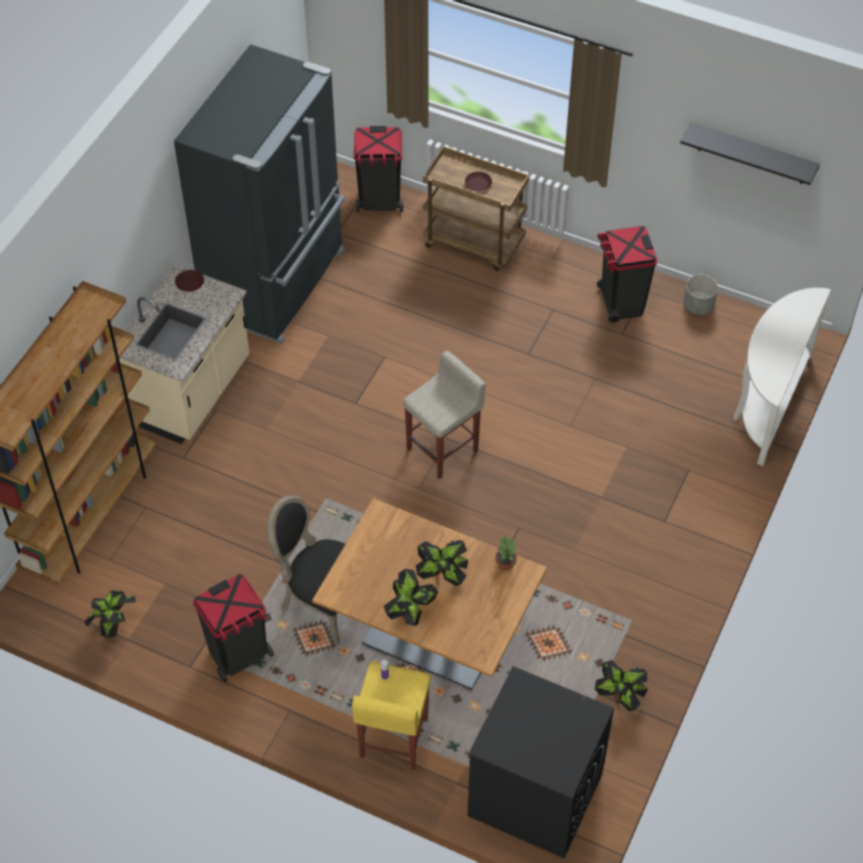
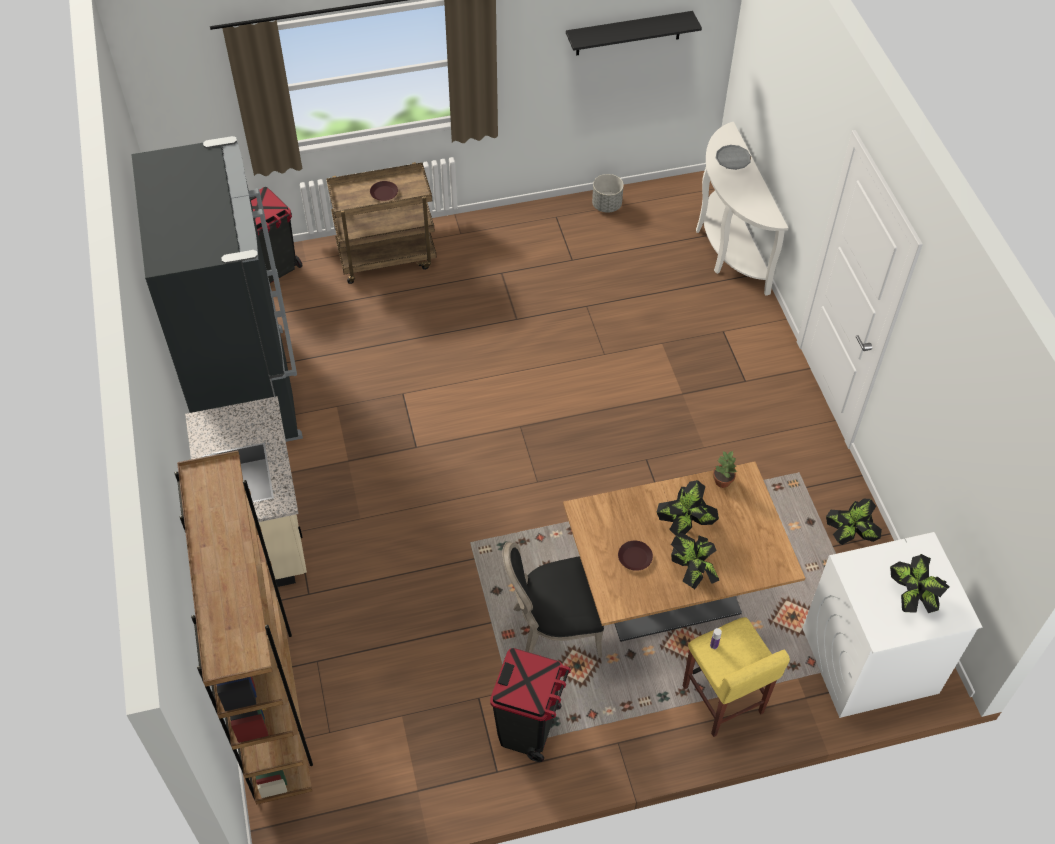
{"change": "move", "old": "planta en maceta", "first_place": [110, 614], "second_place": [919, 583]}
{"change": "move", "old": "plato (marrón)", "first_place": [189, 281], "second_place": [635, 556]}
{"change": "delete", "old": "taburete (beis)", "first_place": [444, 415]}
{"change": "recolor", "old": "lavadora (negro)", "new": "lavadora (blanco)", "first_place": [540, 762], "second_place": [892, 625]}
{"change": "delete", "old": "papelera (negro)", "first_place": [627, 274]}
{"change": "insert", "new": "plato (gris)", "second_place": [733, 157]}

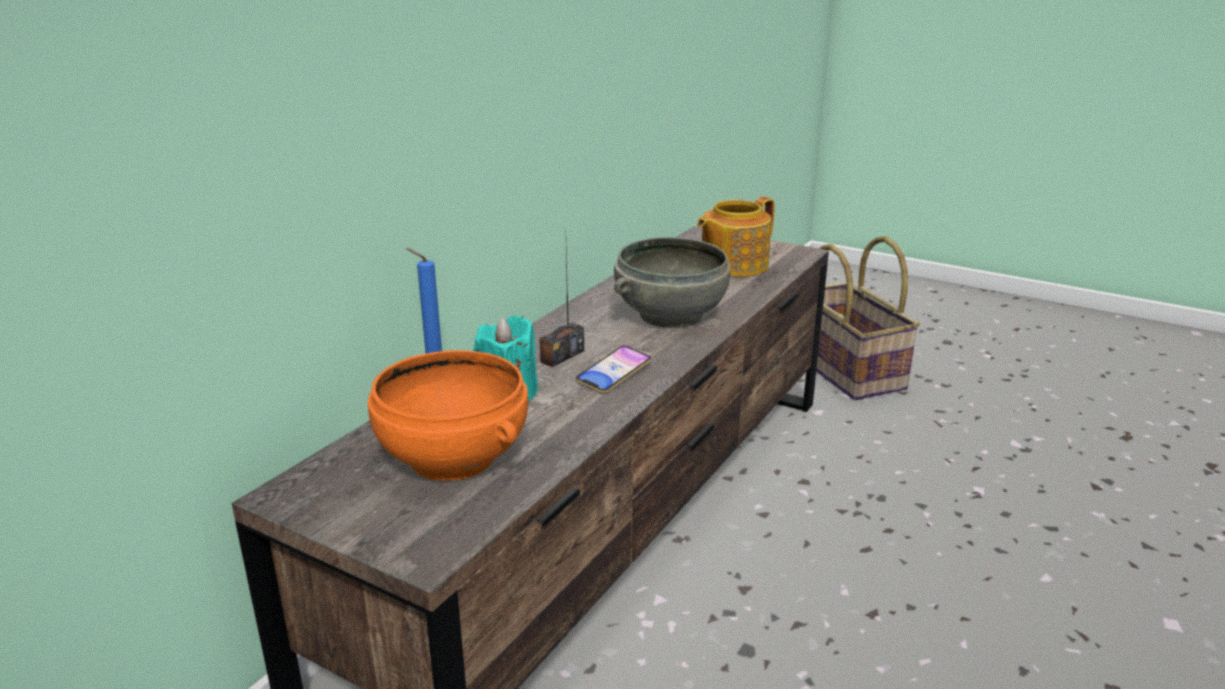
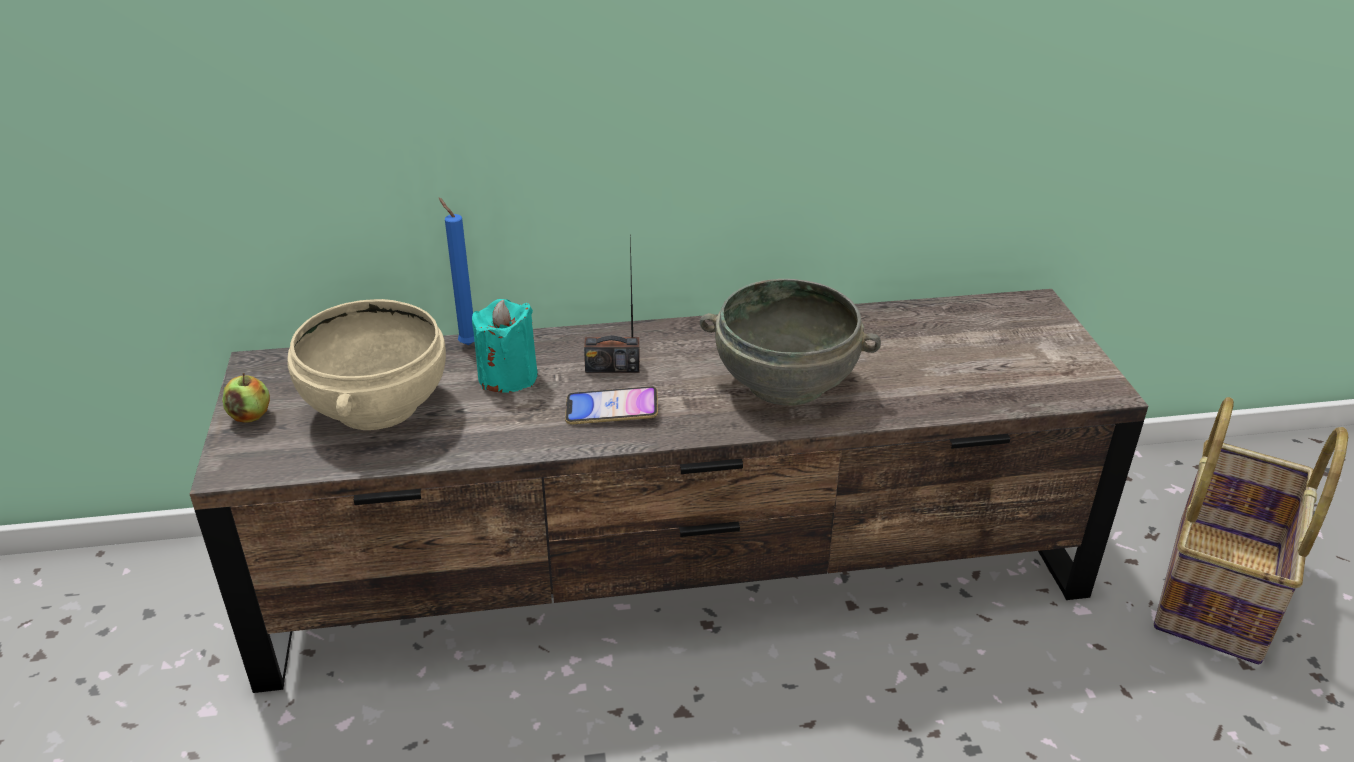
{"change": "recolor", "old": "cuenco (naranja)", "new": "cuenco (beis)", "first_place": [448, 415], "second_place": [366, 364]}
{"change": "delete", "old": "tetera", "first_place": [736, 237]}
{"change": "insert", "new": "manzana", "second_place": [246, 398]}

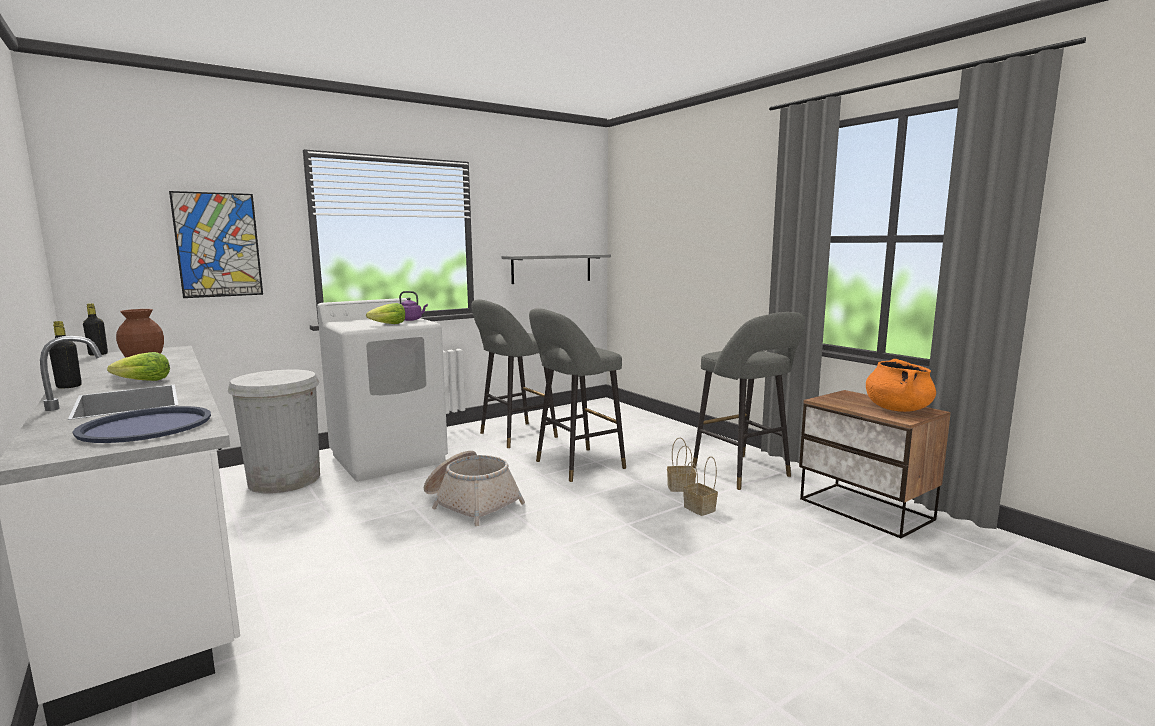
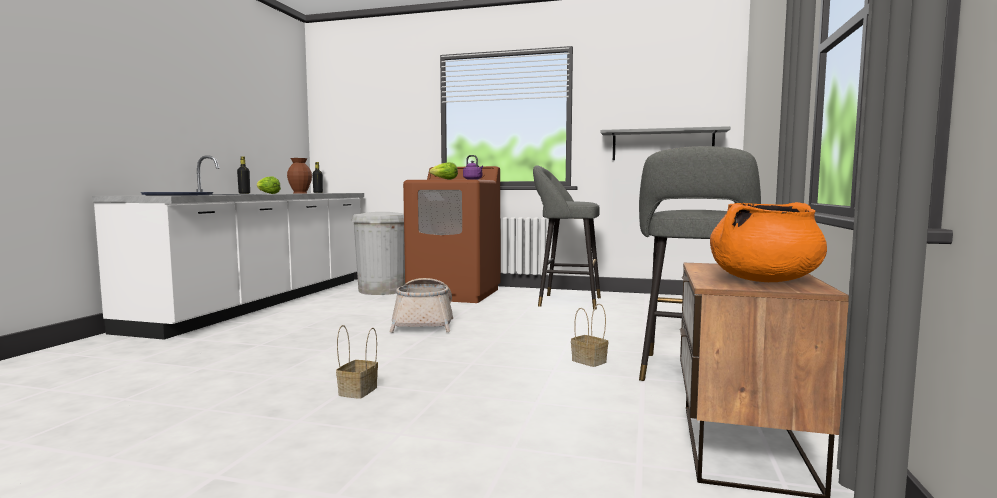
{"change": "delete", "old": "cuadro", "first_place": [216, 244]}
{"change": "recolor", "old": "lavadora (blanco)", "new": "lavadora (marrón)", "first_place": [382, 390], "second_place": [452, 234]}
{"change": "delete", "old": "taburete (gris)", "first_place": [577, 395]}
{"change": "move", "old": "cesta", "first_place": [700, 486], "second_place": [357, 362]}

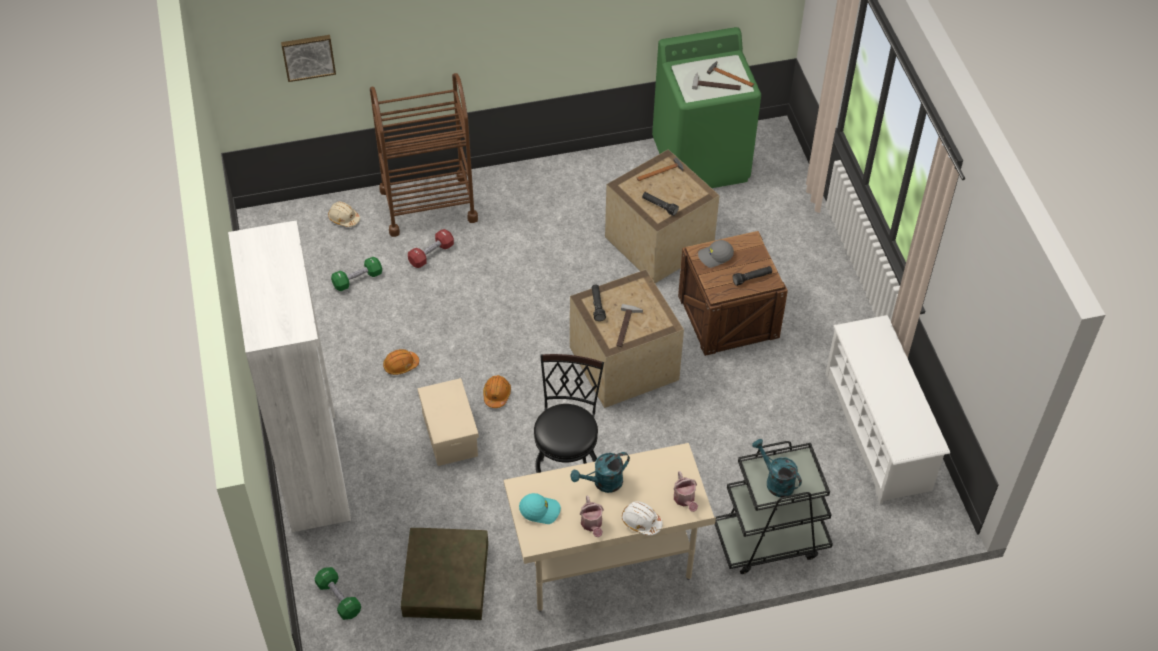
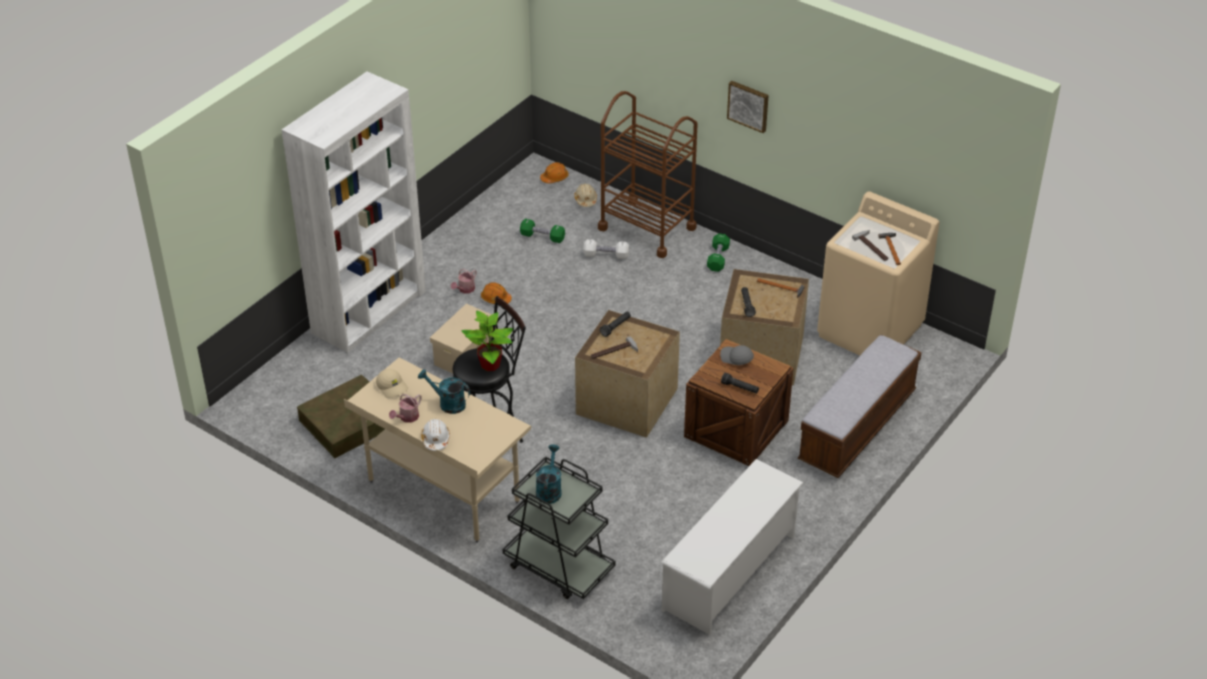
{"change": "move", "old": "cuadro", "first_place": [308, 58], "second_place": [748, 107]}
{"change": "move", "old": "mancuerna (verde)", "first_place": [337, 593], "second_place": [718, 252]}
{"change": "recolor", "old": "mancuerna (rojo)", "new": "mancuerna (blanco)", "first_place": [431, 248], "second_place": [606, 249]}
{"change": "move", "old": "casco (naranja)", "first_place": [497, 391], "second_place": [554, 172]}
{"change": "recolor", "old": "gorra (turquesa)", "new": "gorra (beis)", "first_place": [540, 508], "second_place": [392, 383]}
{"change": "recolor", "old": "lavadora (verde)", "new": "lavadora (beis)", "first_place": [706, 107], "second_place": [878, 273]}
{"change": "move", "old": "regadera", "first_place": [685, 491], "second_place": [464, 281]}
{"change": "insert", "new": "planta en maceta", "second_place": [487, 341]}
{"change": "insert", "new": "banco", "second_place": [860, 406]}

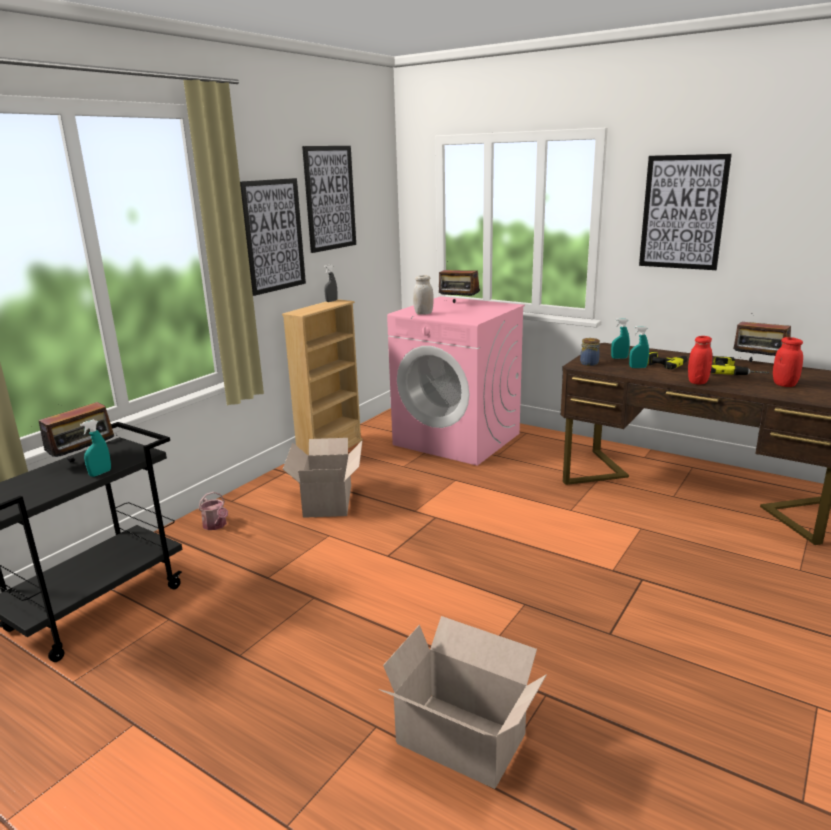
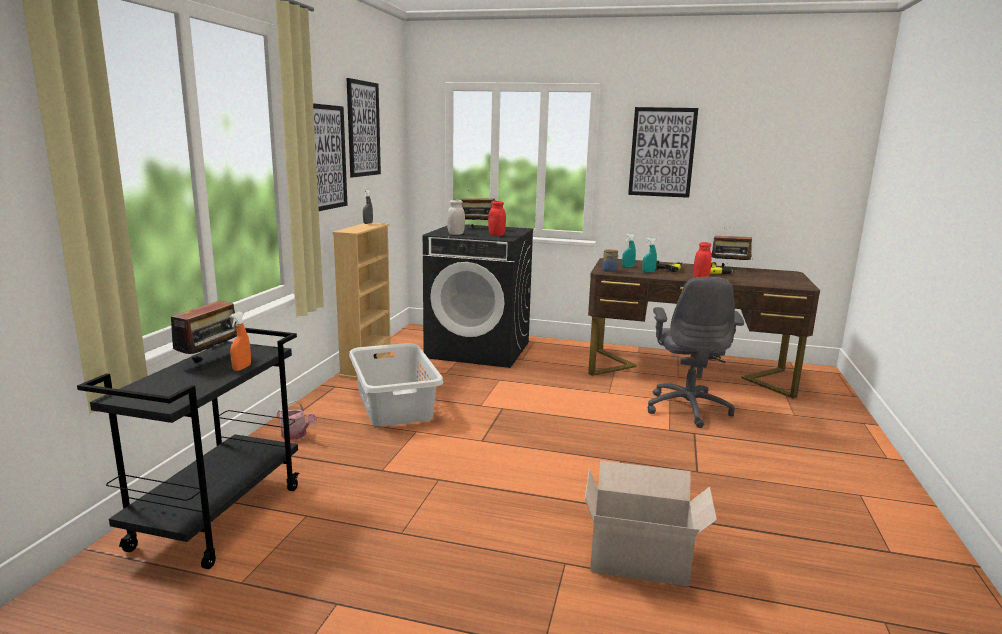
{"change": "recolor", "old": "pulverizador (turquesa)", "new": "pulverizador (naranja)", "first_place": [95, 448], "second_place": [240, 341]}
{"change": "replace", "old": "caja de cartón", "new": "cesto de la ropa (gris)", "first_place": [323, 478], "second_place": [396, 385]}
{"change": "recolor", "old": "lavadora (rosa)", "new": "lavadora (negro)", "first_place": [456, 381], "second_place": [478, 296]}
{"change": "move", "old": "tarro (rojo)", "first_place": [788, 362], "second_place": [497, 218]}
{"change": "insert", "new": "silla de oficina (gris)", "second_place": [695, 352]}

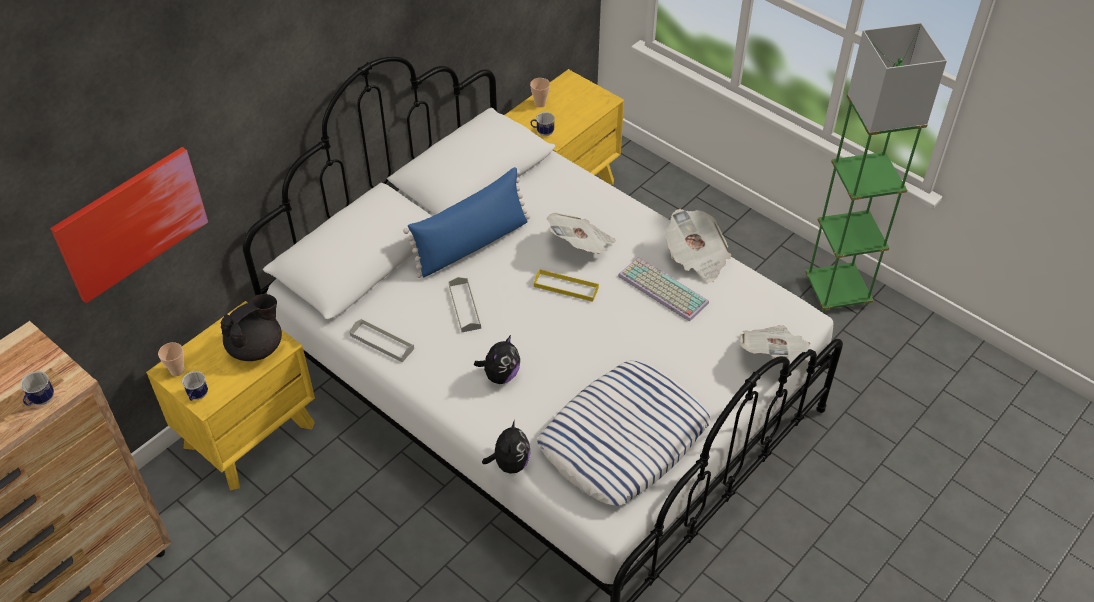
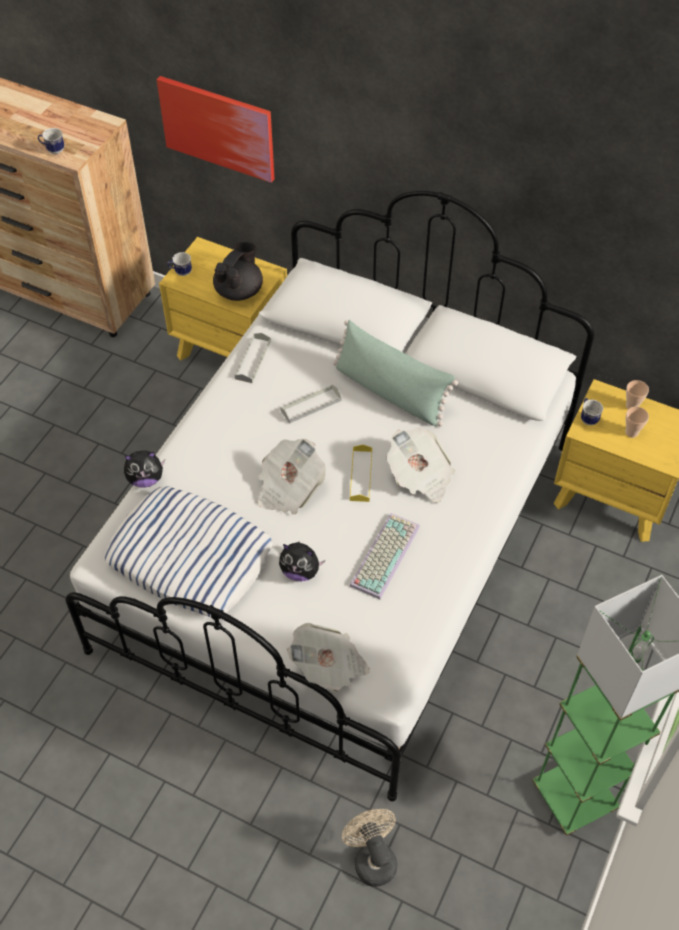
{"change": "move", "old": "taza", "first_place": [171, 359], "second_place": [637, 422]}
{"change": "rotate", "old": "tetera (negro)", "first_place": [251, 327], "second_place": [238, 271], "degrees": -90}
{"change": "recolor", "old": "cojín (azul)", "new": "cojín (verde)", "first_place": [466, 222], "second_place": [395, 373]}
{"change": "move", "old": "peluche", "first_place": [497, 359], "second_place": [302, 561]}
{"change": "move", "old": "periódico", "first_place": [697, 245], "second_place": [291, 476]}
{"change": "insert", "new": "ventilador (beis)", "second_place": [369, 848]}

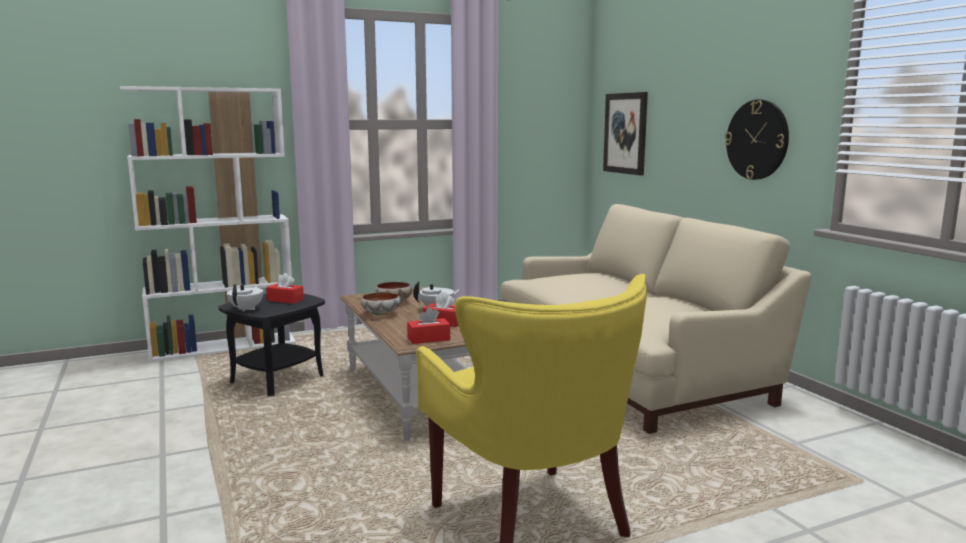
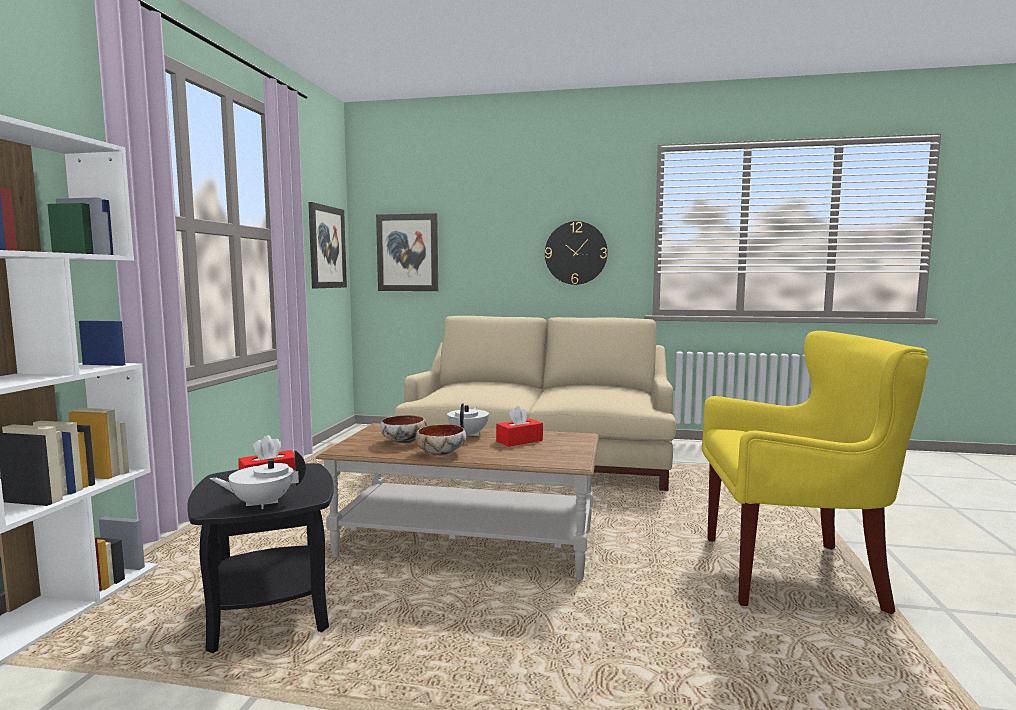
{"change": "rotate", "old": "tetera (blanco)", "first_place": [245, 298], "second_place": [258, 479], "degrees": -60}
{"change": "delete", "old": "caja de pañuelos (rojo)", "first_place": [428, 325]}
{"change": "insert", "new": "cuadro", "second_place": [327, 245]}

